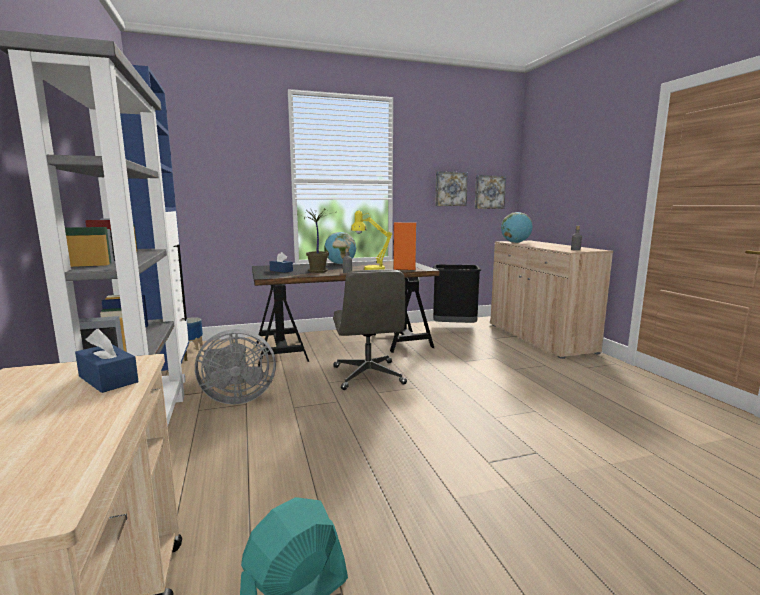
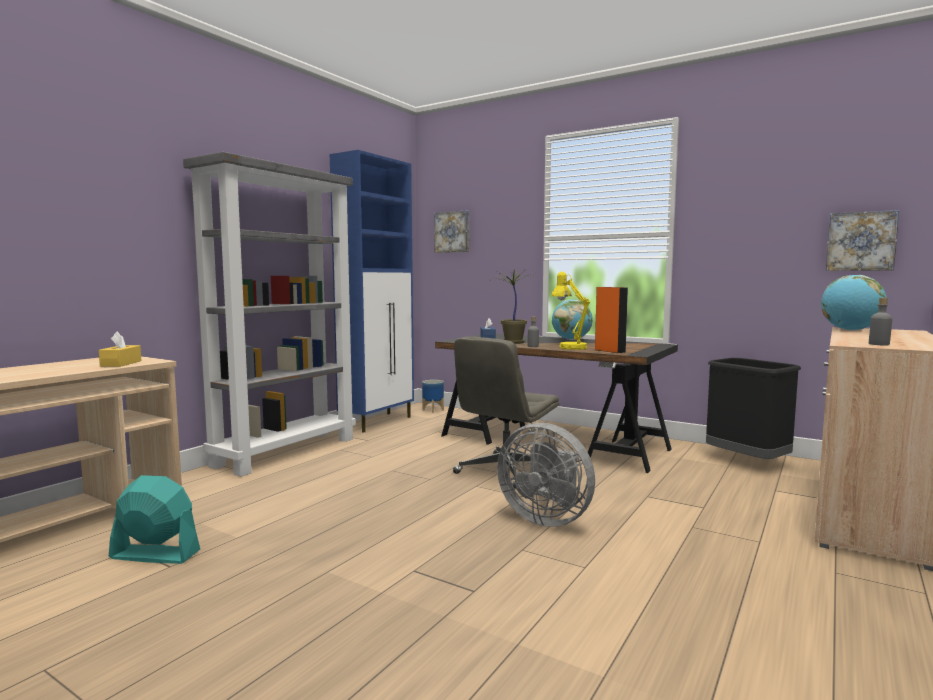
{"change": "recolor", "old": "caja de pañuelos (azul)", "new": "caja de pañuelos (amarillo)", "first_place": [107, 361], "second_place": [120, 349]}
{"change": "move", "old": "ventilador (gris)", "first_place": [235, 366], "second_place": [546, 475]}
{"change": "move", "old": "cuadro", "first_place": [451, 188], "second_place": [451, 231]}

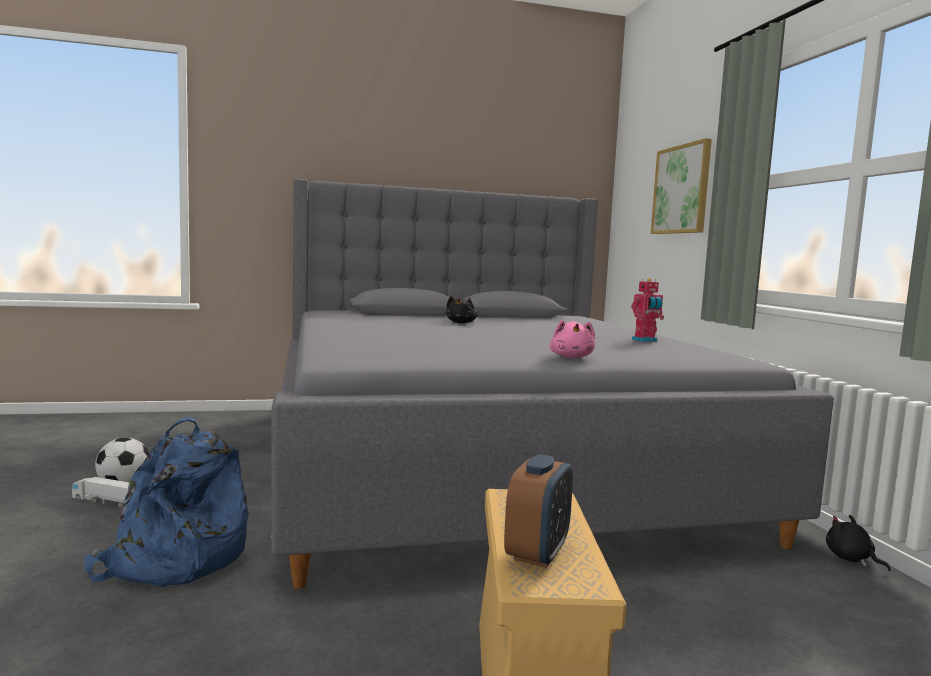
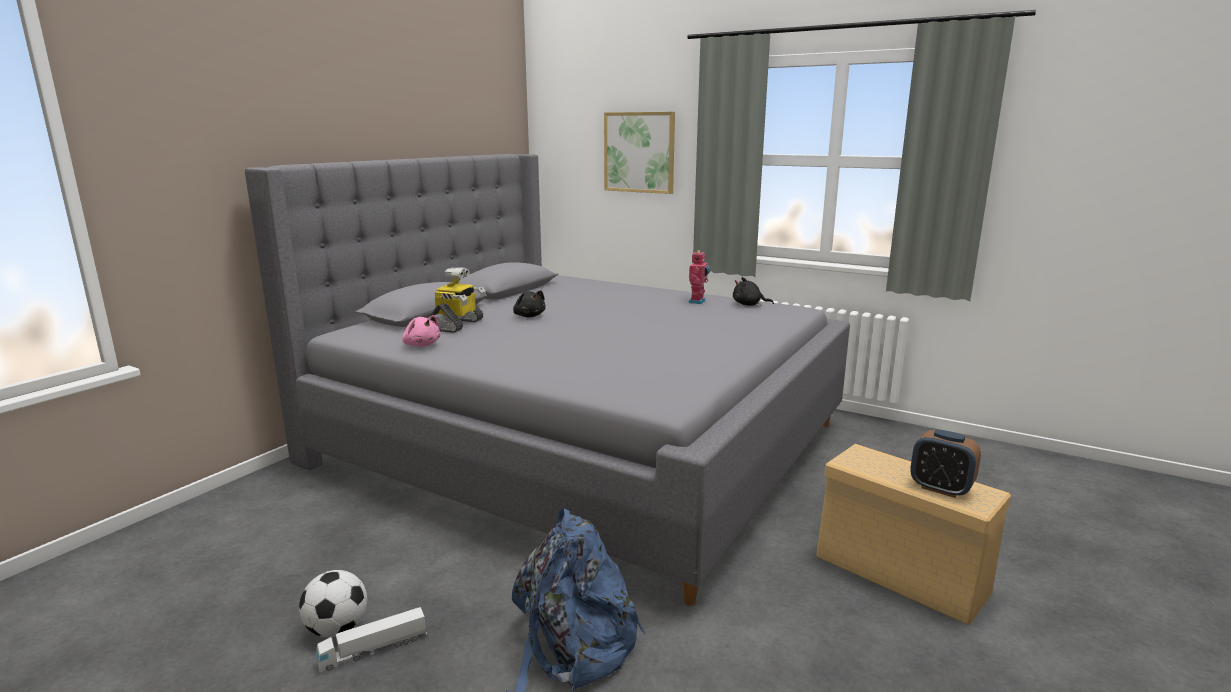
{"change": "rotate", "old": "despertador", "first_place": [538, 511], "second_place": [945, 463], "degrees": 150}
{"change": "move", "old": "peluche (rosa)", "first_place": [572, 339], "second_place": [421, 331]}
{"change": "move", "old": "peluche (negro)", "first_place": [858, 543], "second_place": [753, 291]}
{"change": "insert", "new": "robot de juguete", "second_place": [458, 300]}

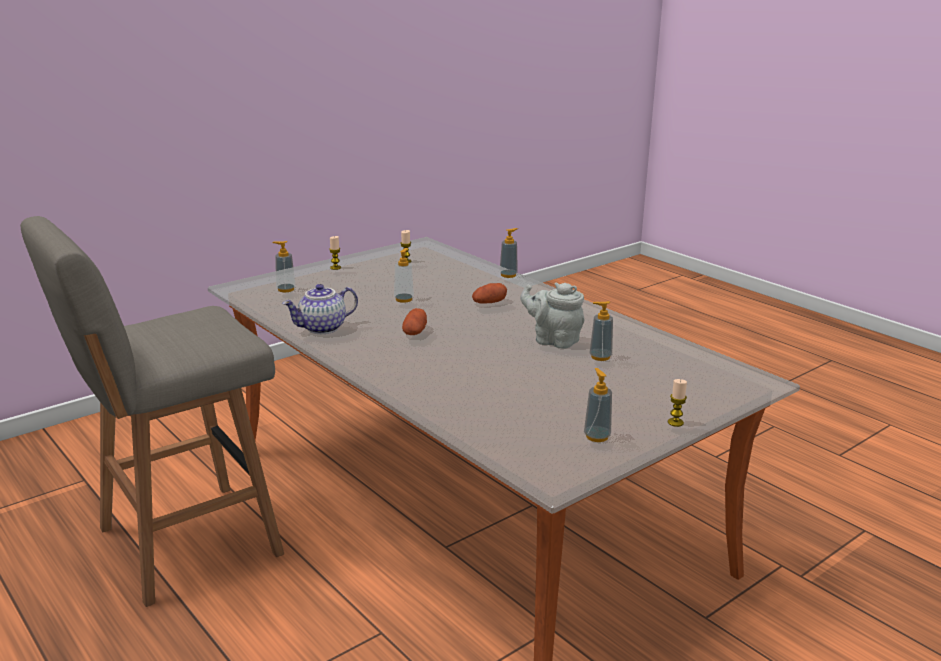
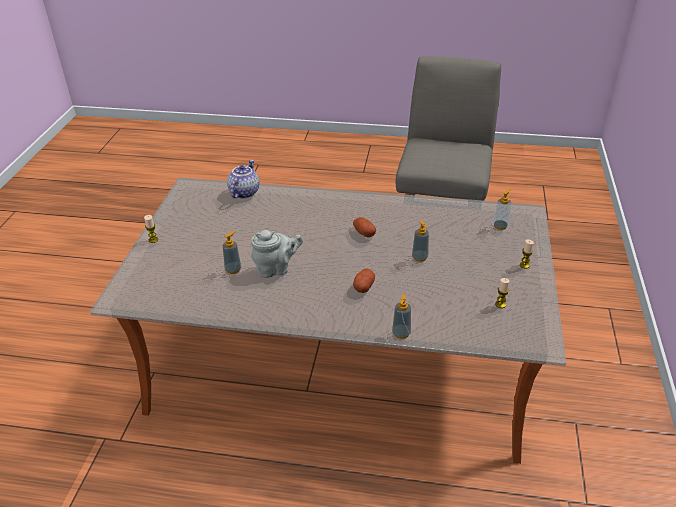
{"change": "move", "old": "tetera", "first_place": [320, 309], "second_place": [243, 179]}
{"change": "delete", "old": "dispensador de jabón", "first_place": [598, 405]}

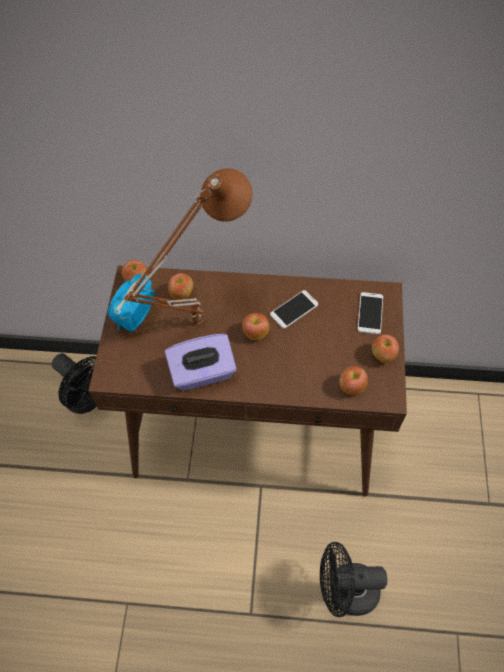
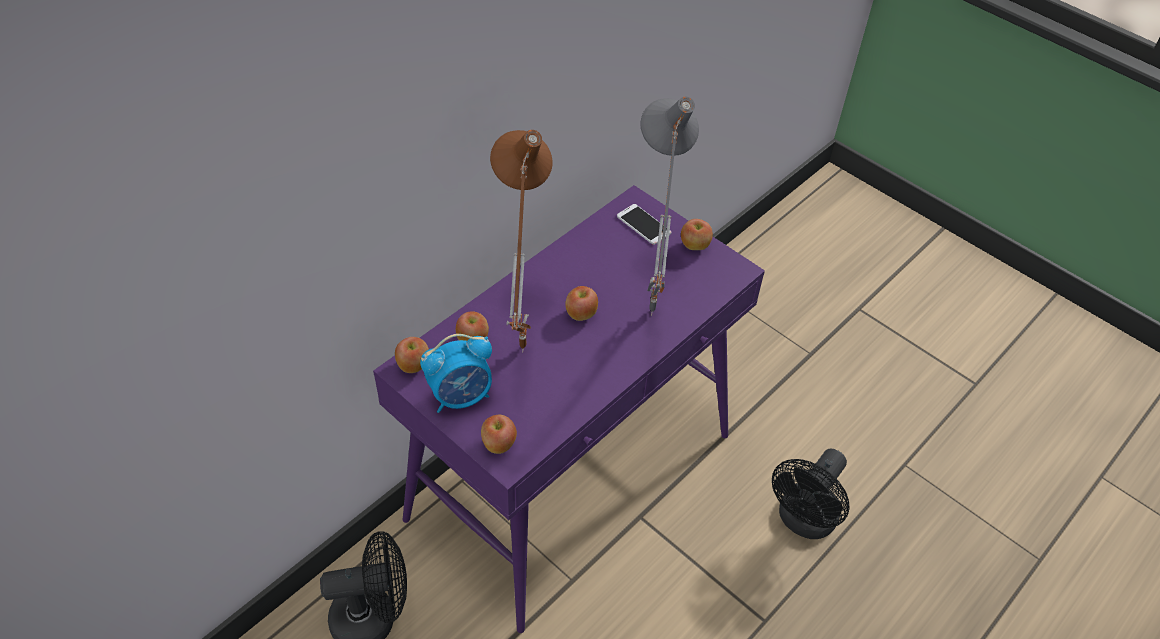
{"change": "recolor", "old": "mesa consola (marrón)", "new": "mesa consola (morado)", "first_place": [247, 381], "second_place": [569, 409]}
{"change": "rotate", "old": "despertador", "first_place": [131, 303], "second_place": [456, 373], "degrees": -90}
{"change": "delete", "old": "caja de pañuelos (morado)", "first_place": [201, 362]}
{"change": "delete", "old": "móvil", "first_place": [294, 309]}
{"change": "move", "old": "manzana", "first_place": [353, 380], "second_place": [499, 434]}
{"change": "insert", "new": "lámpara de mesa (gris)", "second_place": [669, 206]}

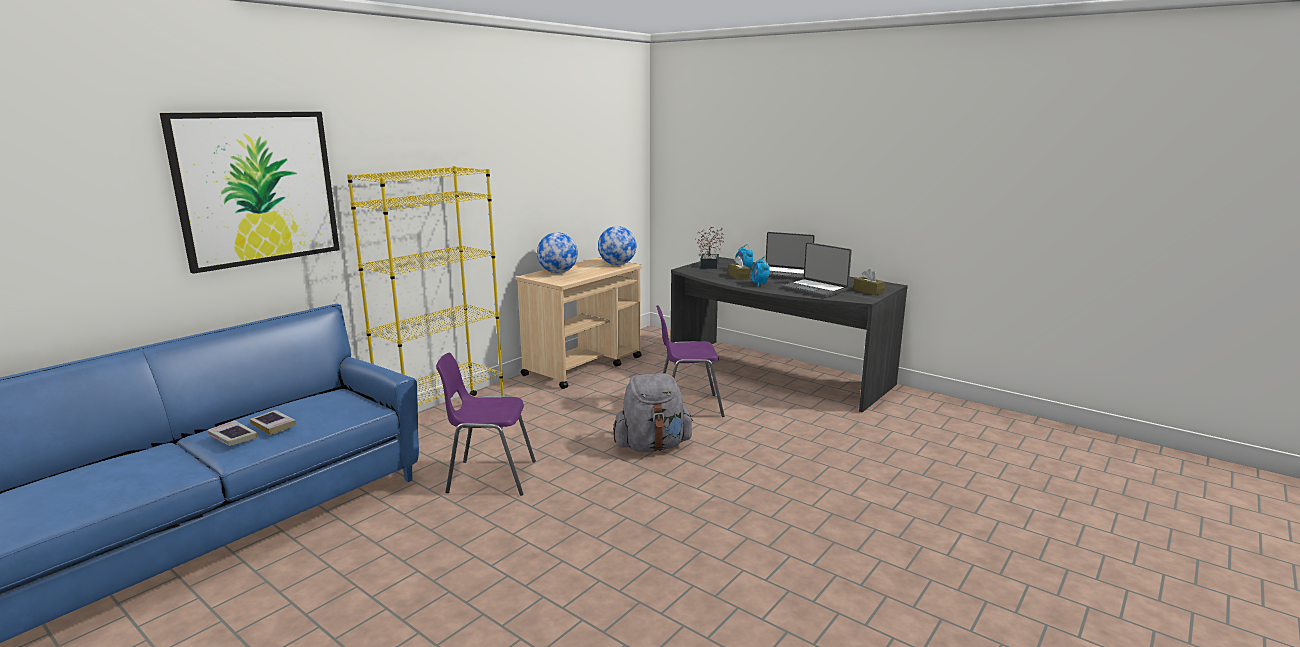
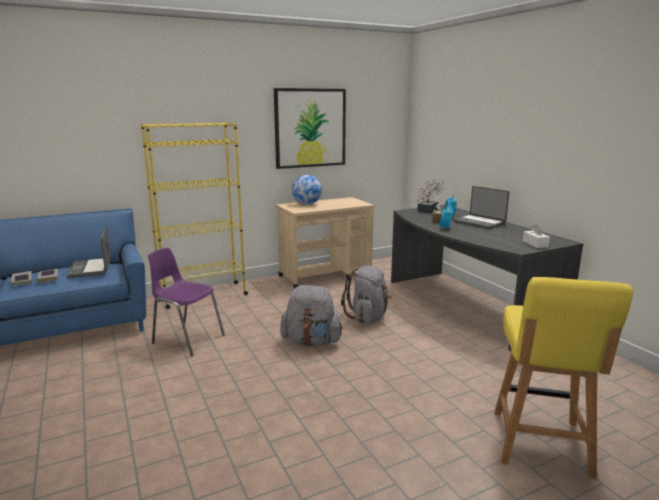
{"change": "move", "old": "cuadro", "first_place": [250, 193], "second_place": [310, 128]}
{"change": "delete", "old": "globo terráqueo", "first_place": [617, 245]}
{"change": "replace", "old": "silla (morado)", "new": "mochila (gris)", "first_place": [690, 361], "second_place": [366, 295]}
{"change": "move", "old": "portátil", "first_place": [816, 270], "second_place": [89, 252]}
{"change": "recolor", "old": "caja de pañuelos (marrón)", "new": "caja de pañuelos (blanco)", "first_place": [869, 282], "second_place": [536, 236]}
{"change": "insert", "new": "silla (amarillo)", "second_place": [563, 378]}

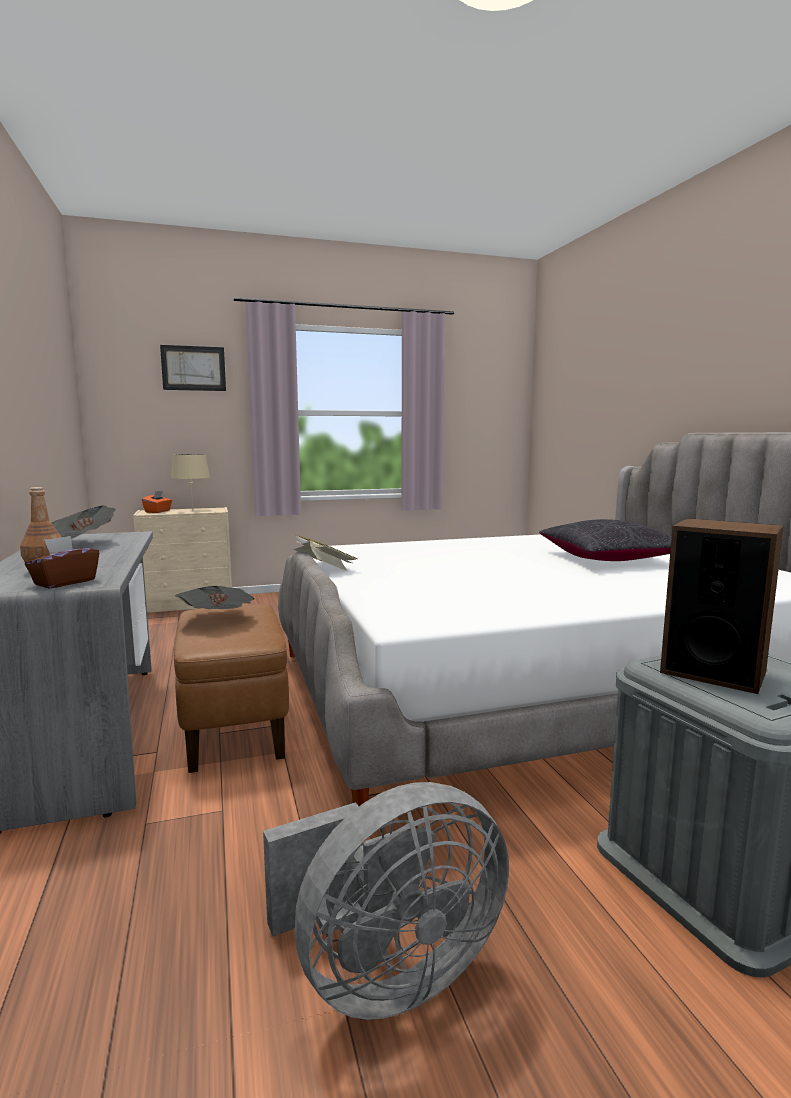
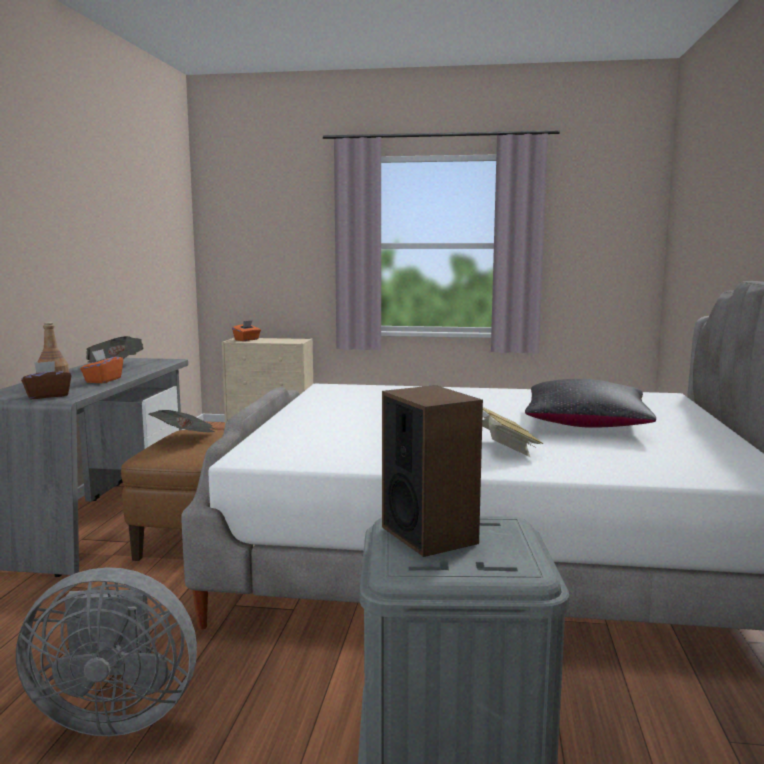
{"change": "delete", "old": "cuadro", "first_place": [193, 368]}
{"change": "delete", "old": "lámpara de mesa (beis)", "first_place": [190, 482]}
{"change": "move", "old": "libro", "first_place": [325, 553], "second_place": [512, 432]}
{"change": "insert", "new": "caja de pañuelos (naranja)", "second_place": [101, 366]}

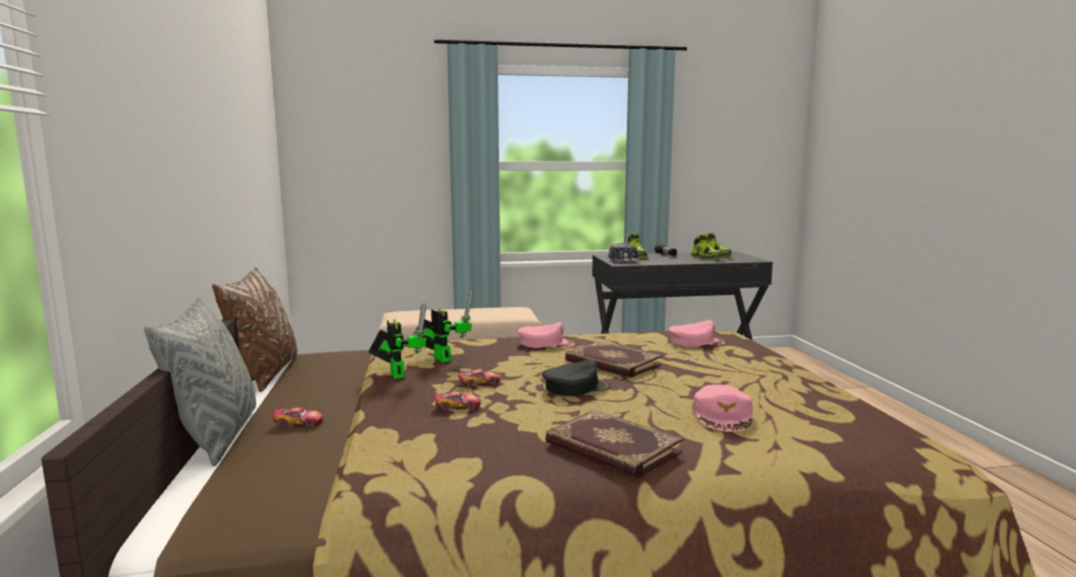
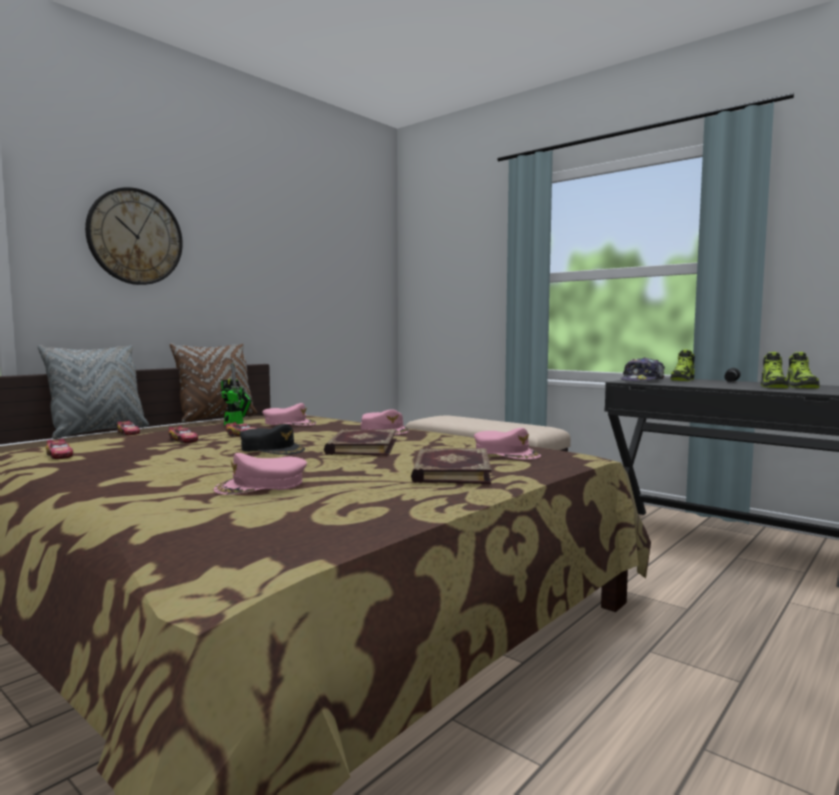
{"change": "replace", "old": "robot de juguete", "new": "gorra (rosa)", "first_place": [443, 326], "second_place": [289, 414]}
{"change": "move", "old": "libro", "first_place": [614, 444], "second_place": [451, 466]}
{"change": "insert", "new": "coche de juguete", "second_place": [59, 449]}
{"change": "insert", "new": "reloj de pared", "second_place": [134, 236]}

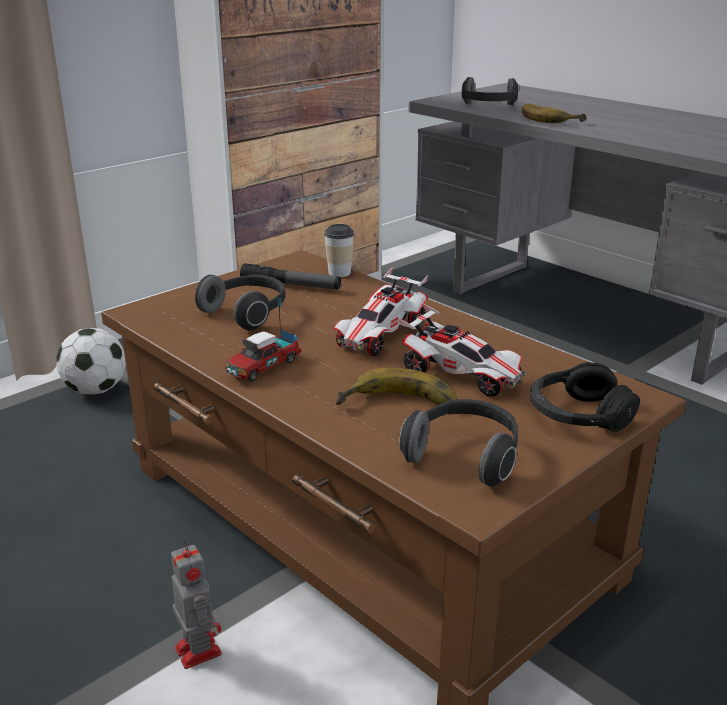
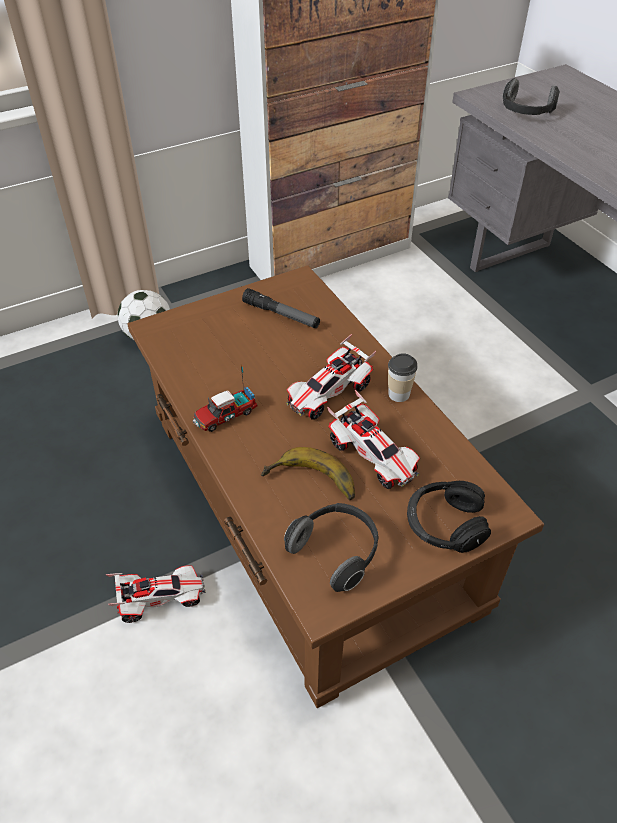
{"change": "replace", "old": "robot de juguete", "new": "coche de juguete", "first_place": [196, 604], "second_place": [156, 594]}
{"change": "delete", "old": "auriculares", "first_place": [240, 302]}
{"change": "move", "old": "taza", "first_place": [339, 250], "second_place": [403, 377]}
{"change": "delete", "old": "plátano", "first_place": [554, 113]}

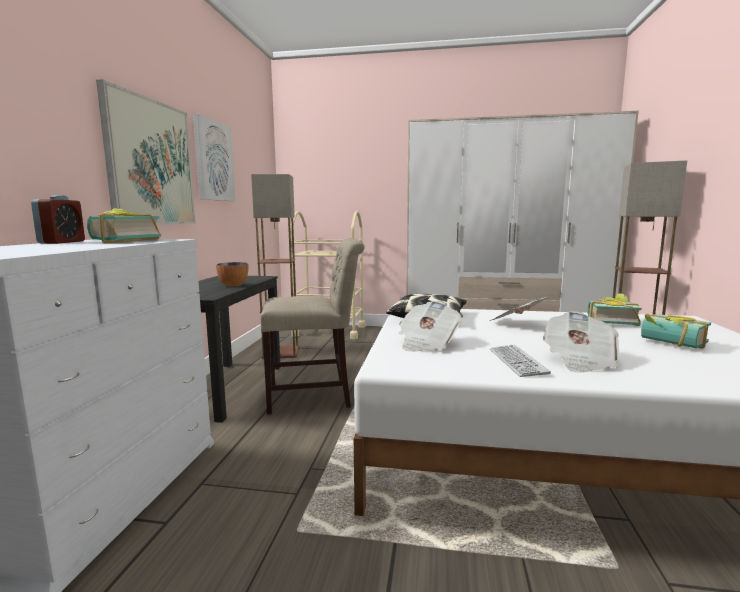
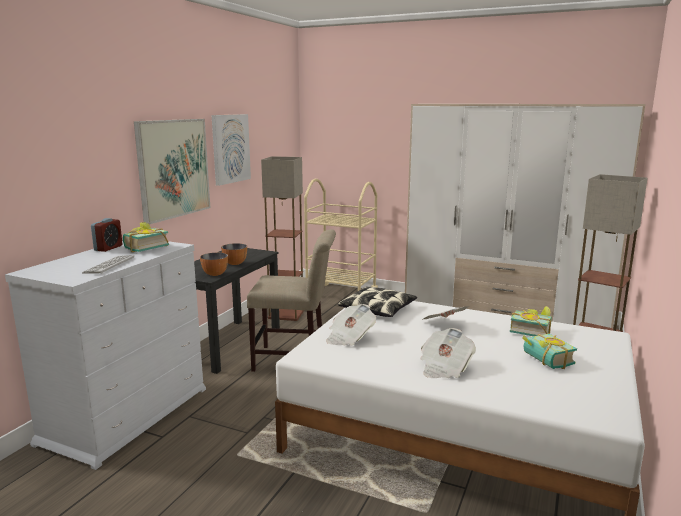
{"change": "move", "old": "teclado", "first_place": [520, 361], "second_place": [108, 264]}
{"change": "insert", "new": "cuenco", "second_place": [214, 264]}

